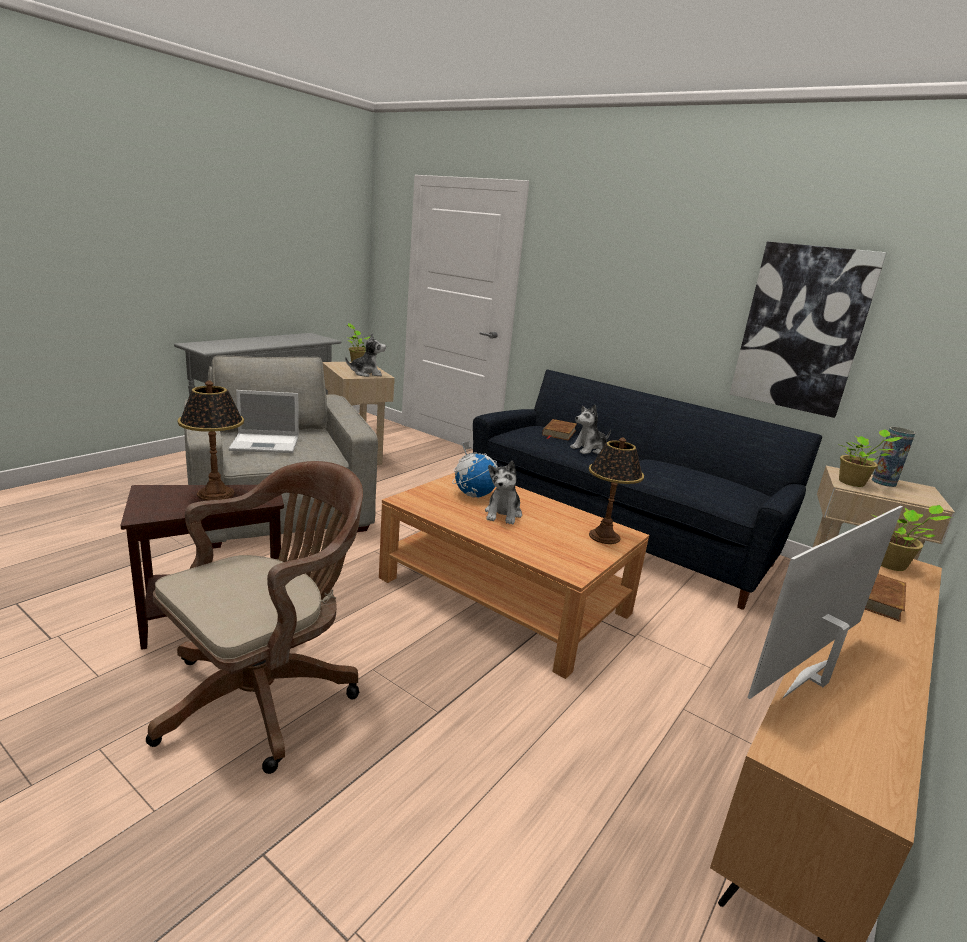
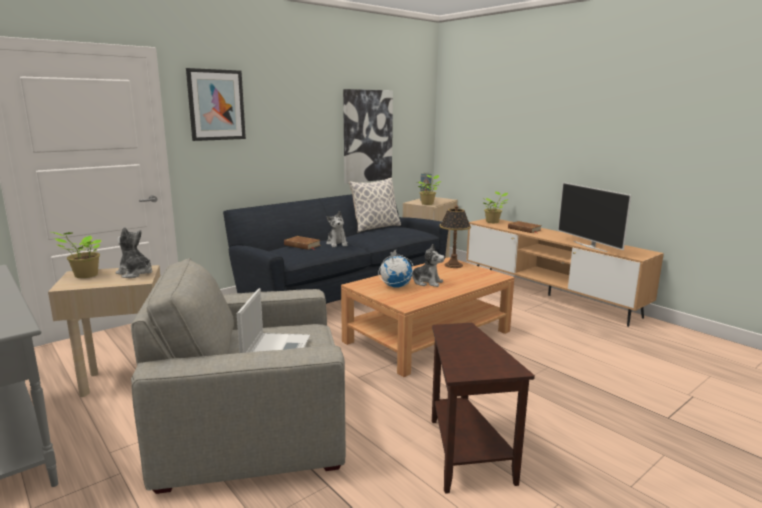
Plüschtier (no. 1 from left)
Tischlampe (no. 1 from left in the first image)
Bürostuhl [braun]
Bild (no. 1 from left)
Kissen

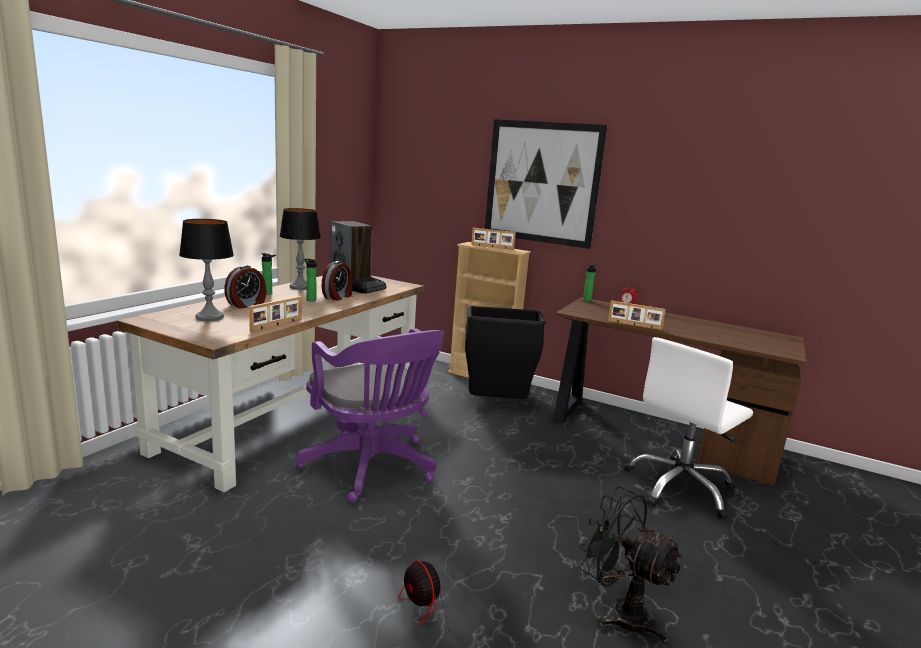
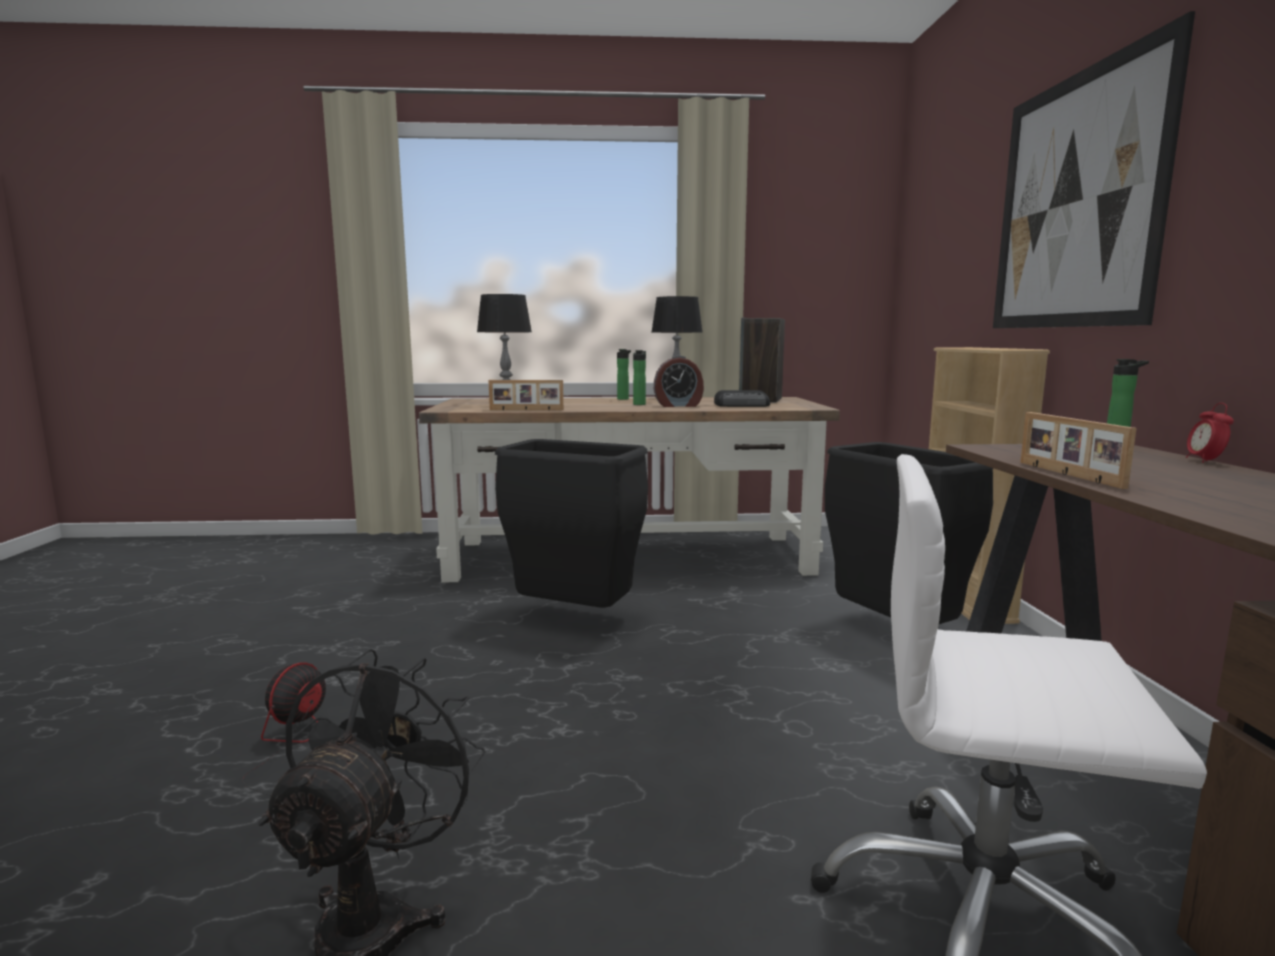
Bilderrahmen (no. 2 from left in the first image)
Wecker (no. 1 from left in the first image)
Mülleimer [schwarz] (no. 1 from left)

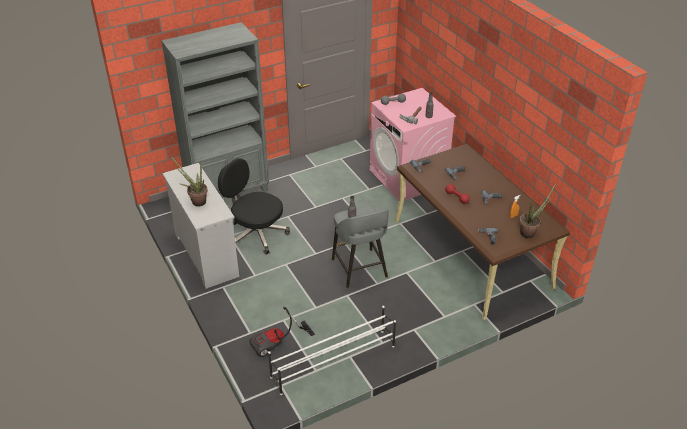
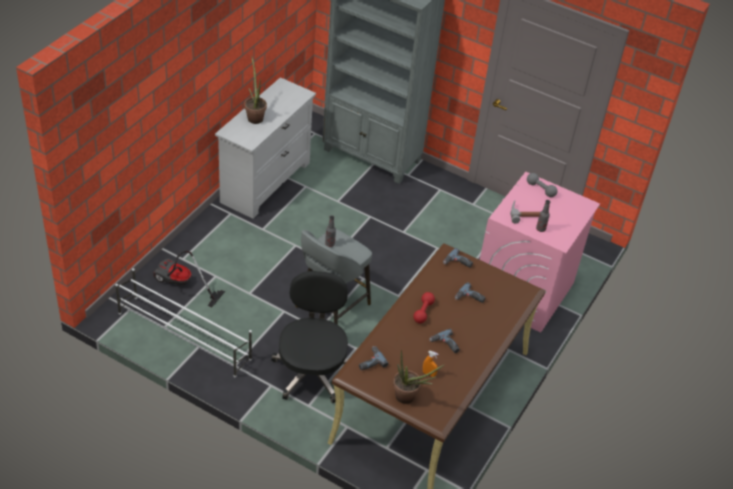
Bürostuhl [schwarz]

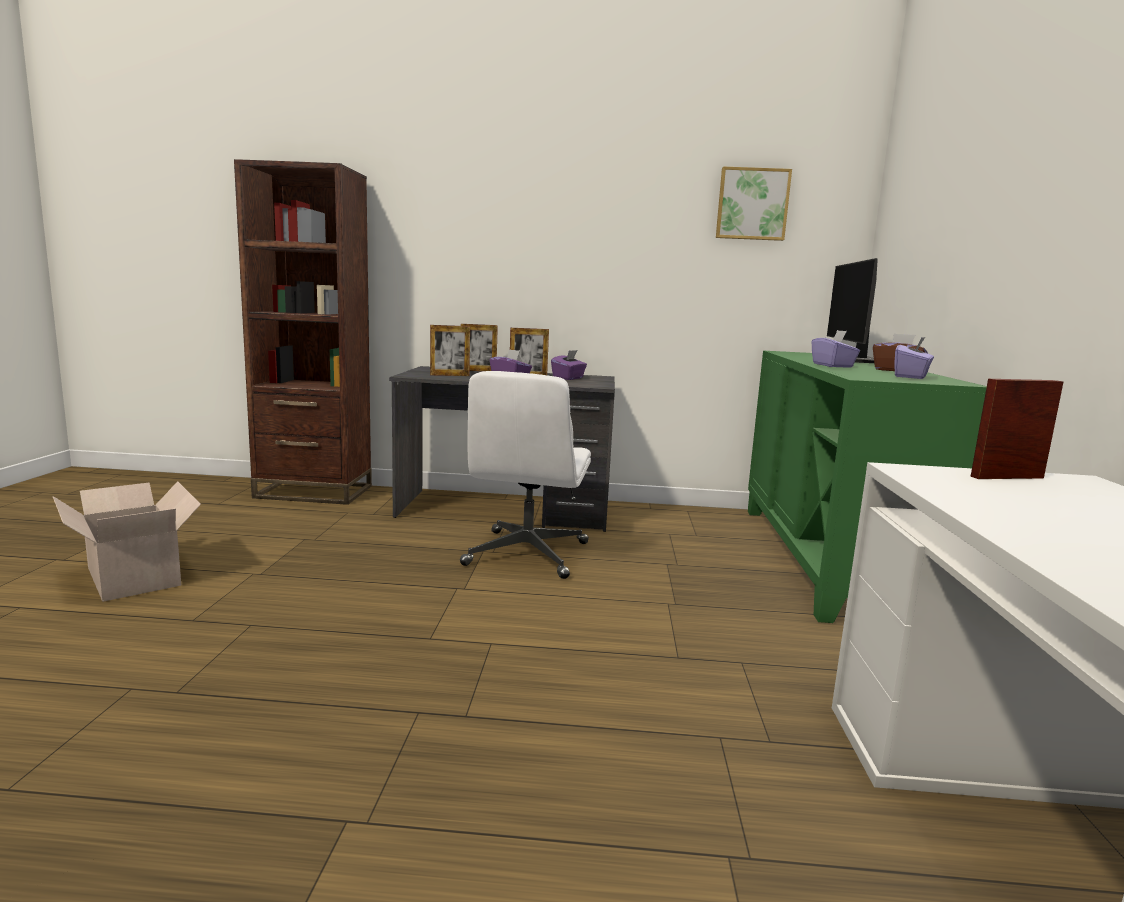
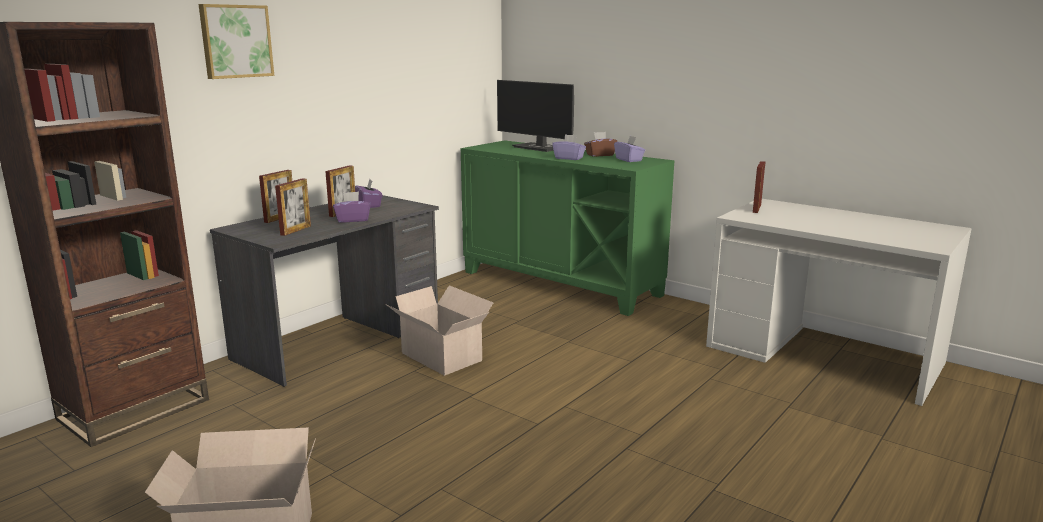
Bild
Karton (no. 2 from left)

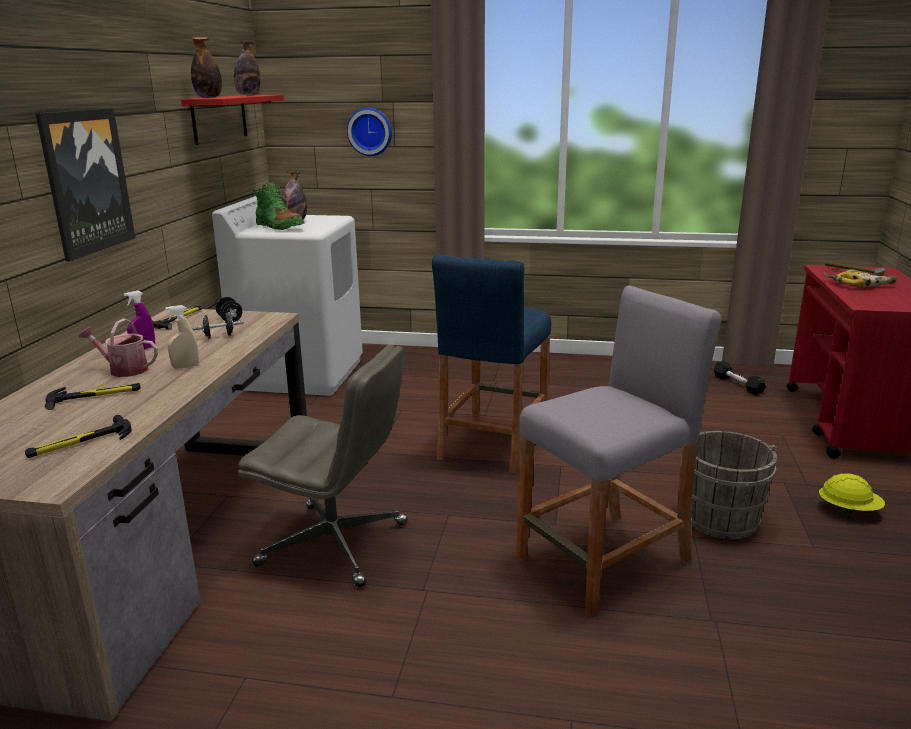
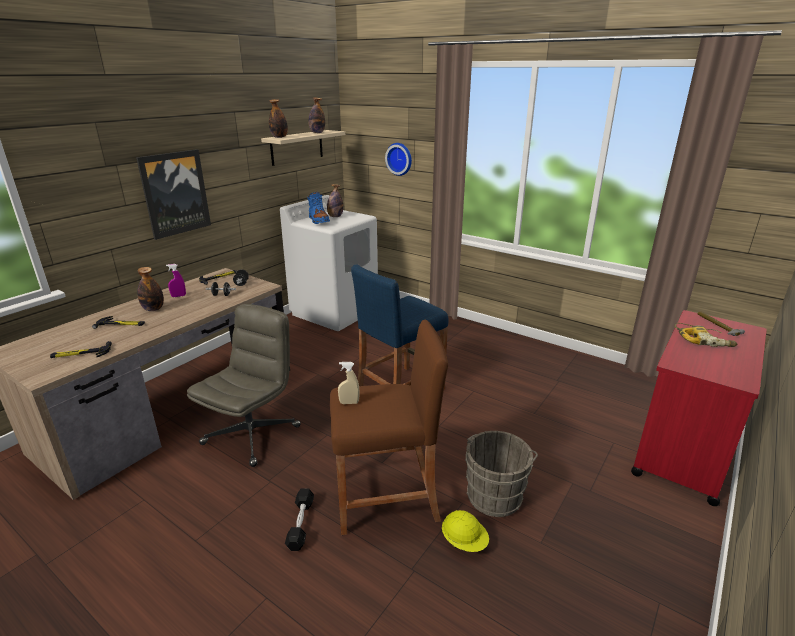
Wandregal [beige]
Stiefel [blau]
Hocker [braun]
Sprühflasche [beige]
Flasche (no. 1 from left)
Bürostuhl [grau]
Hantel [schwarz] (no. 3 from left)
Schutzhelm [gelb]

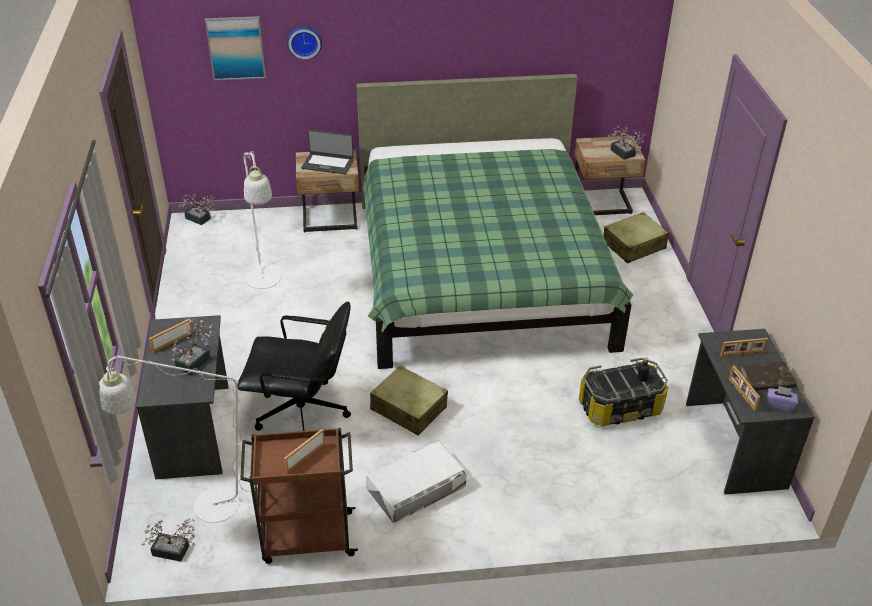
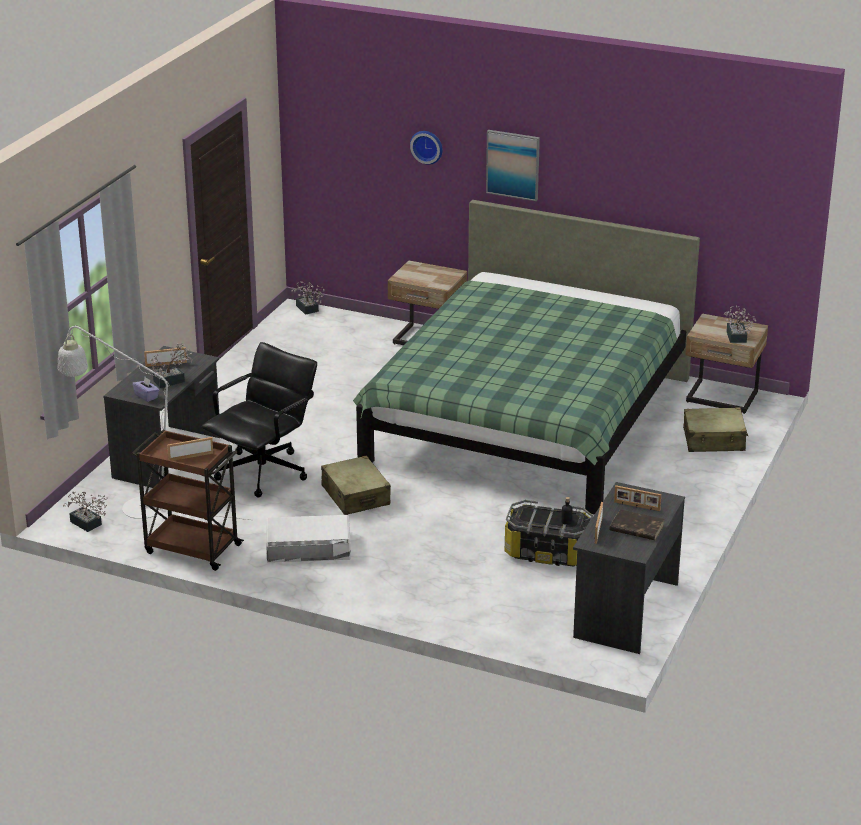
Bild
Laptop
Stehlampe [weiß] (no. 2 from left in the first image)
Bürostuhl [schwarz]
Taschentuchbox [lila]

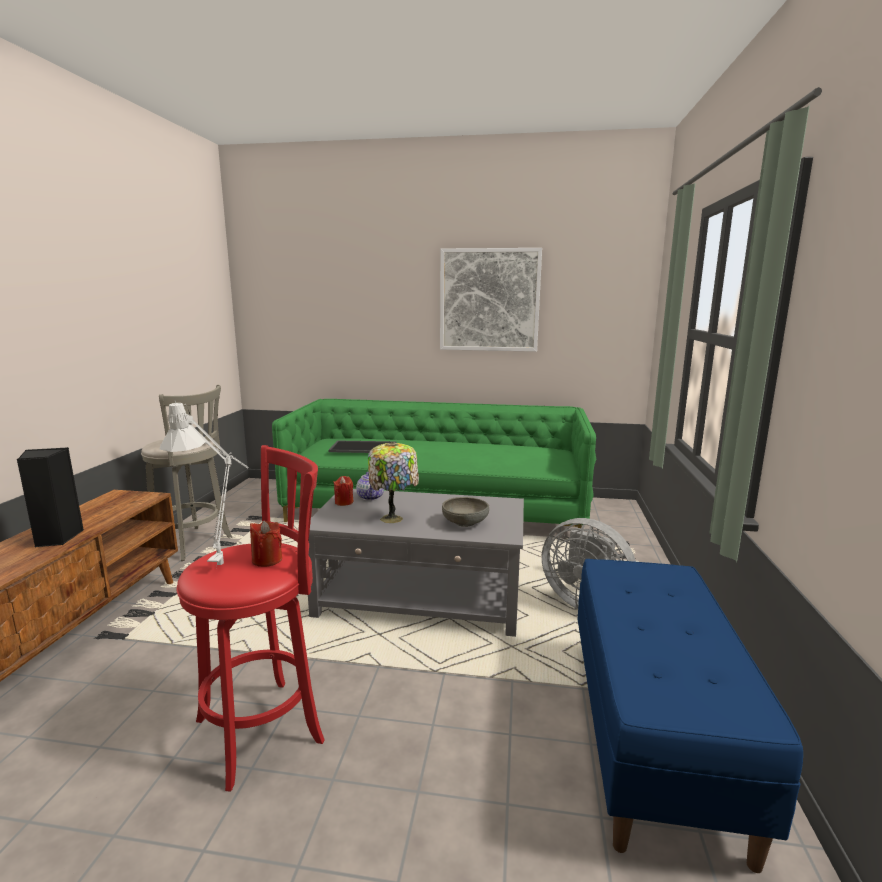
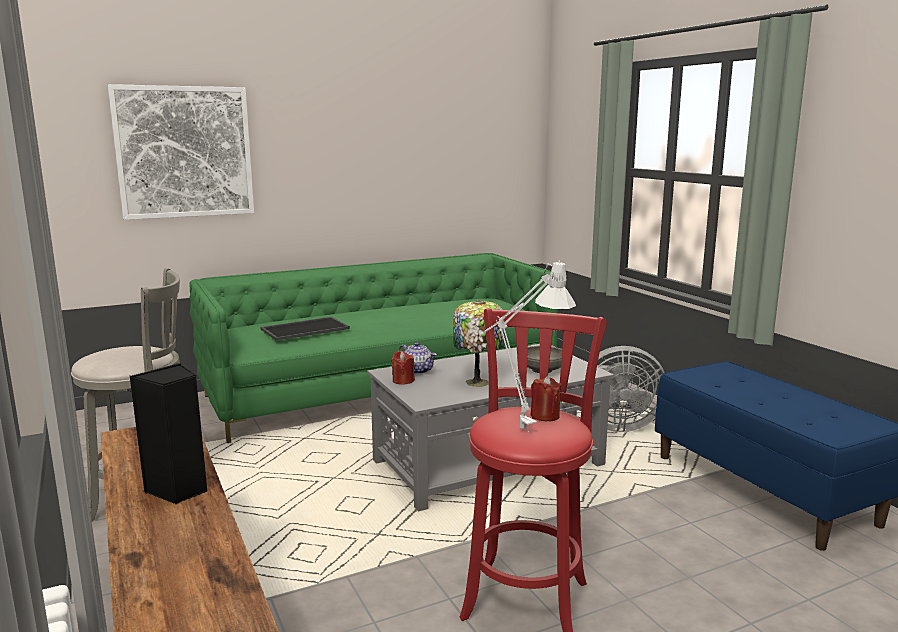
Bild

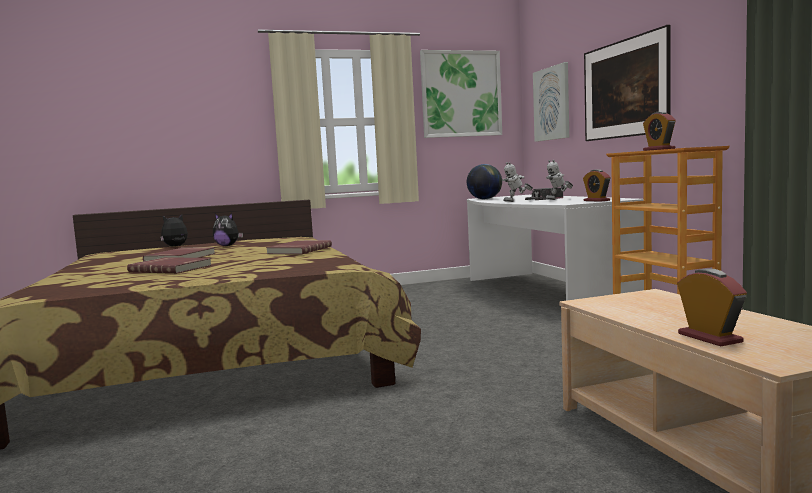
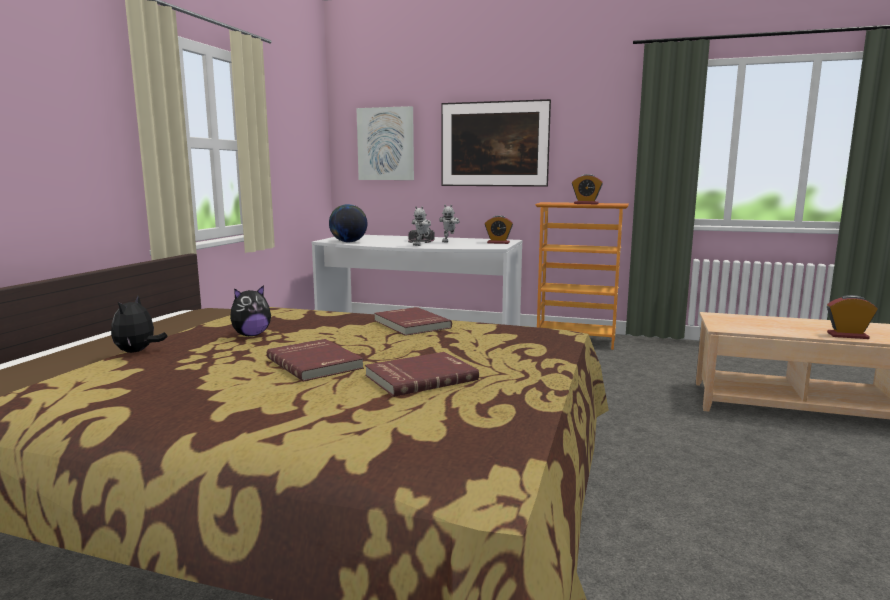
Bild (no. 1 from left in the first image)

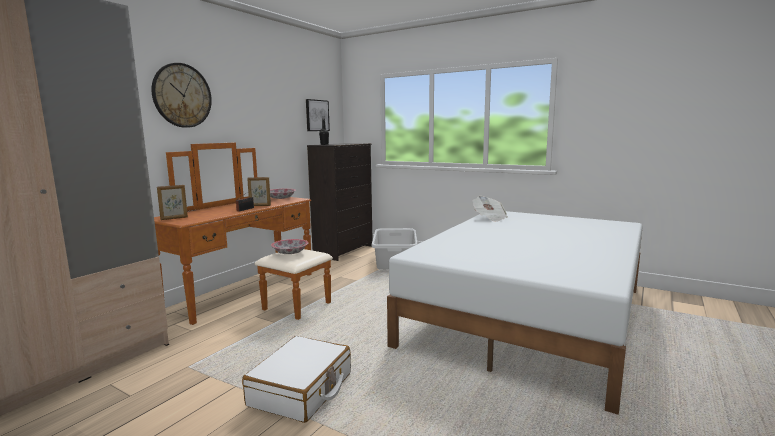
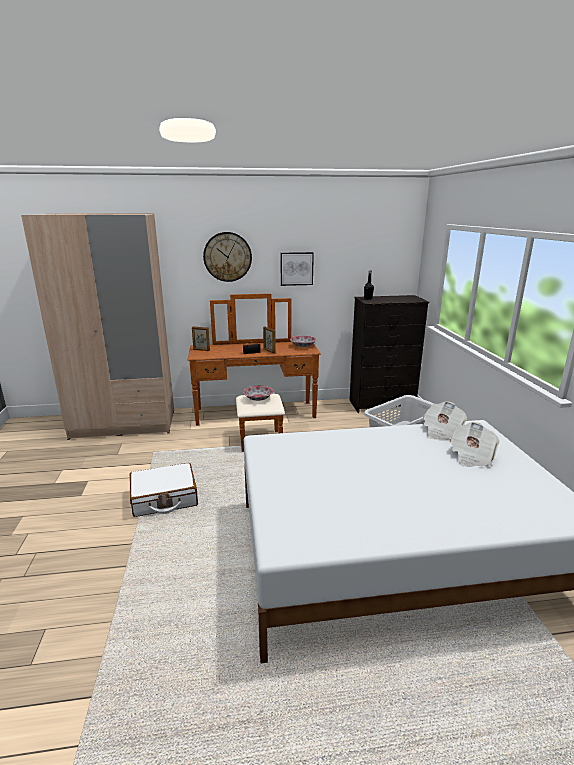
Bild
Zeitung (no. 2 from left)

